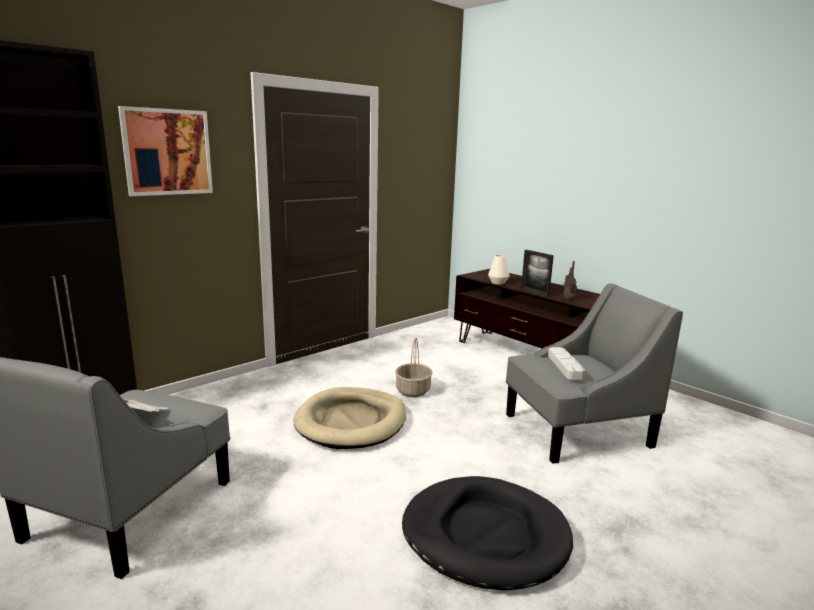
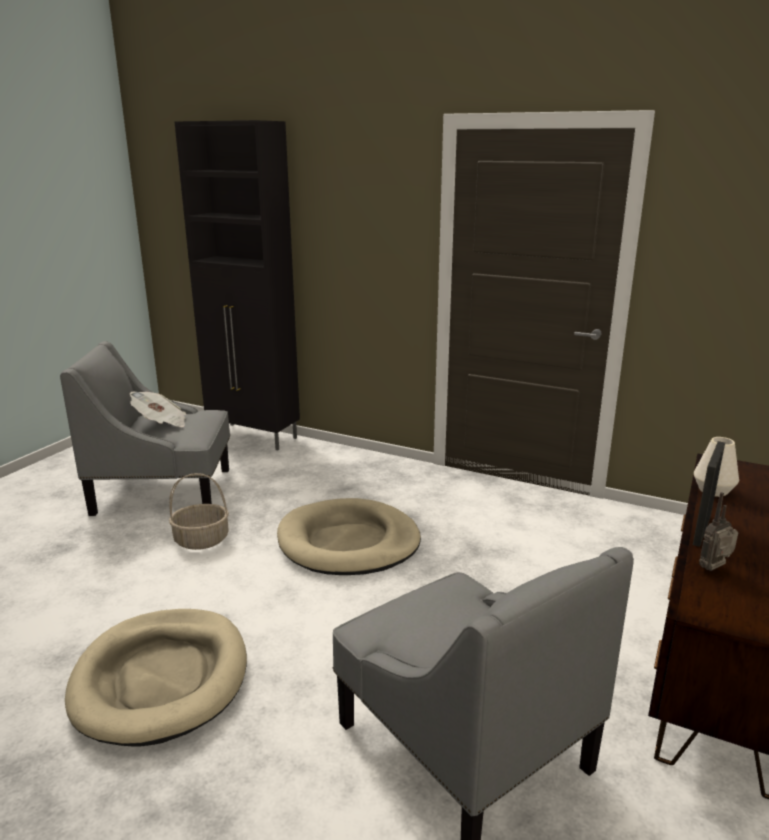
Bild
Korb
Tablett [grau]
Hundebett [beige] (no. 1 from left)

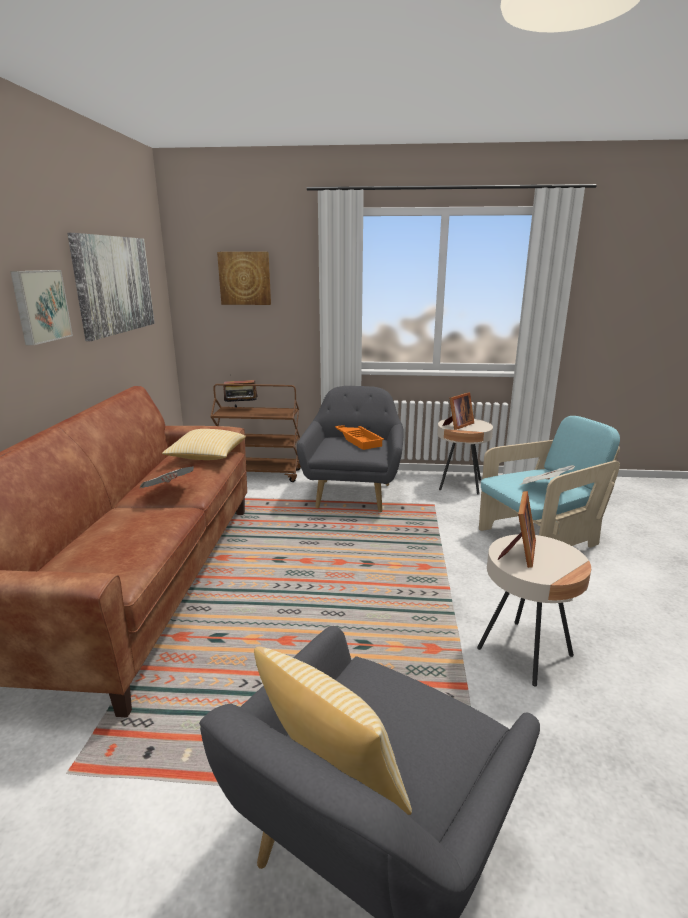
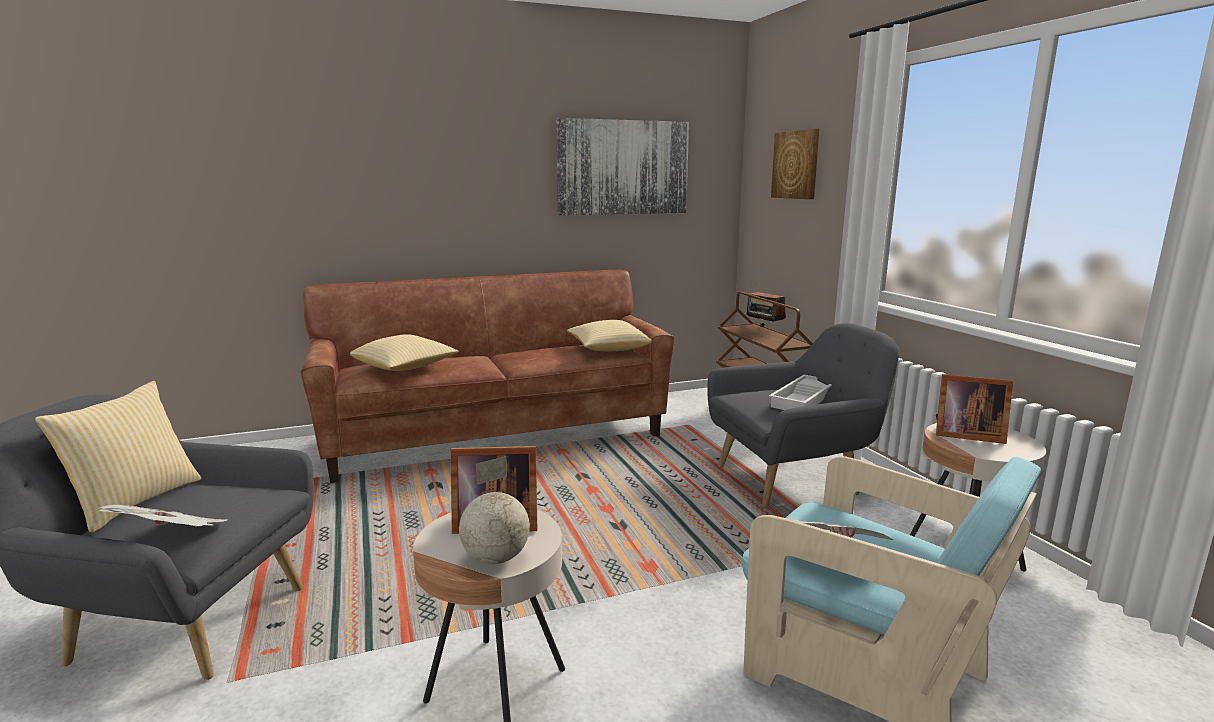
Bild (no. 1 from left in the first image)
Tablett [weiß]
Zeitung (no. 1 from left)
Kissen (no. 2 from left)
Globus

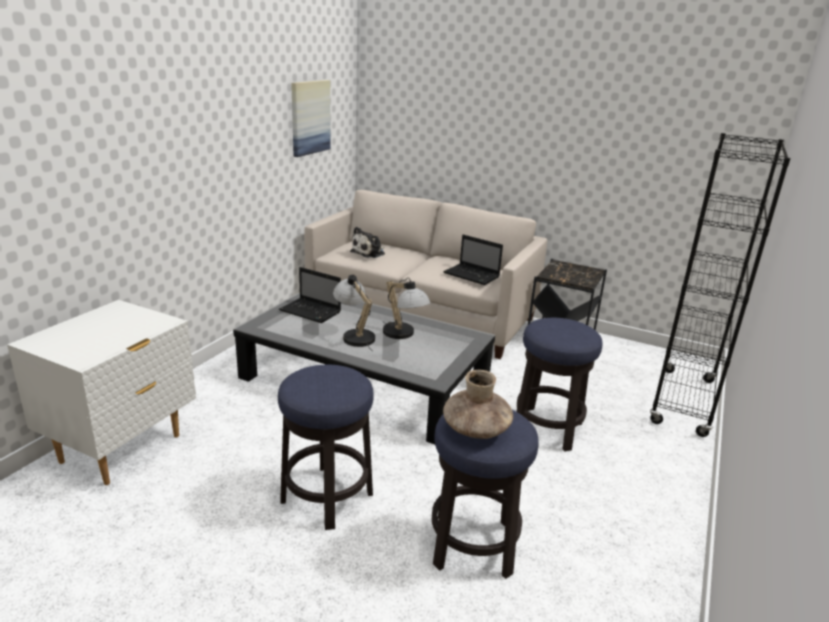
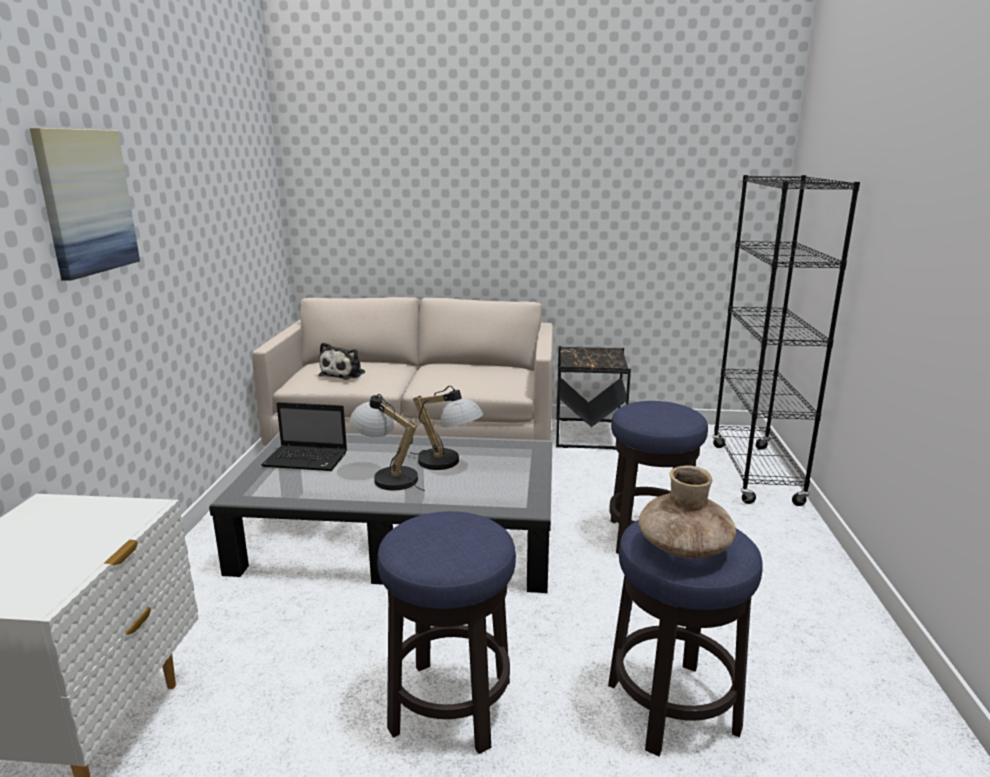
Bild
Laptop (no. 2 from left in the first image)

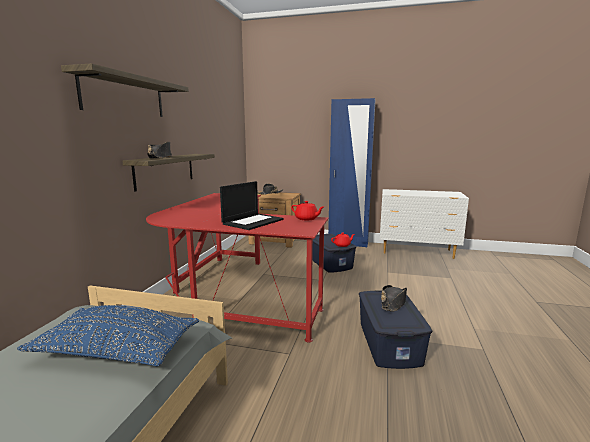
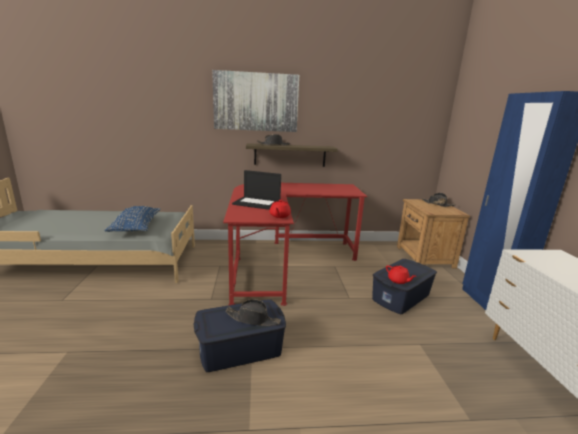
Bild

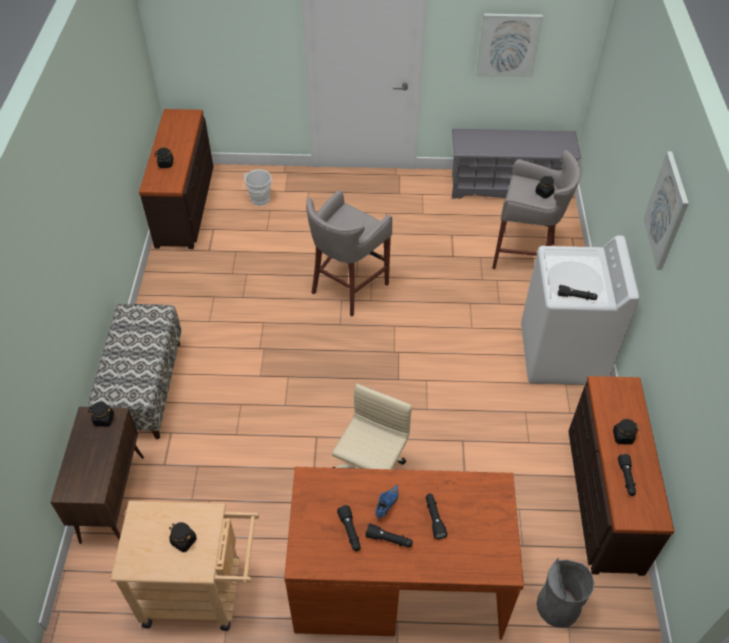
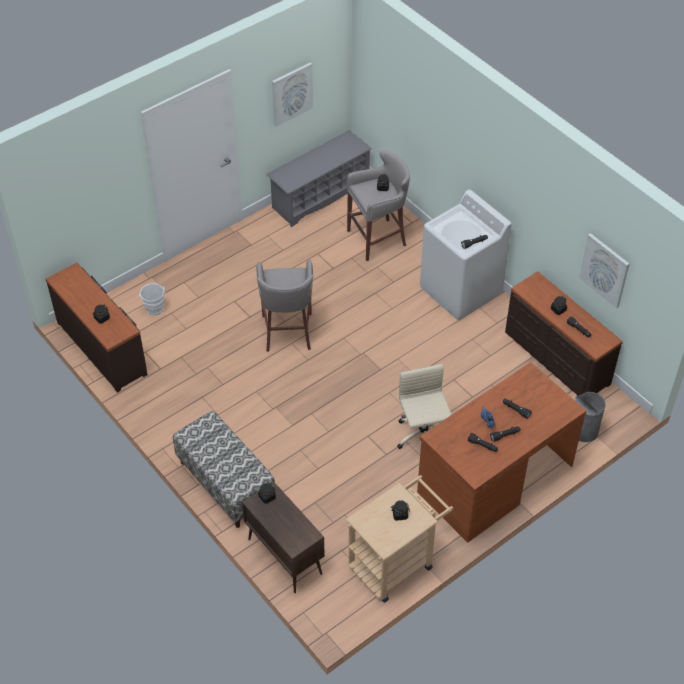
Bild (no. 2 from left)

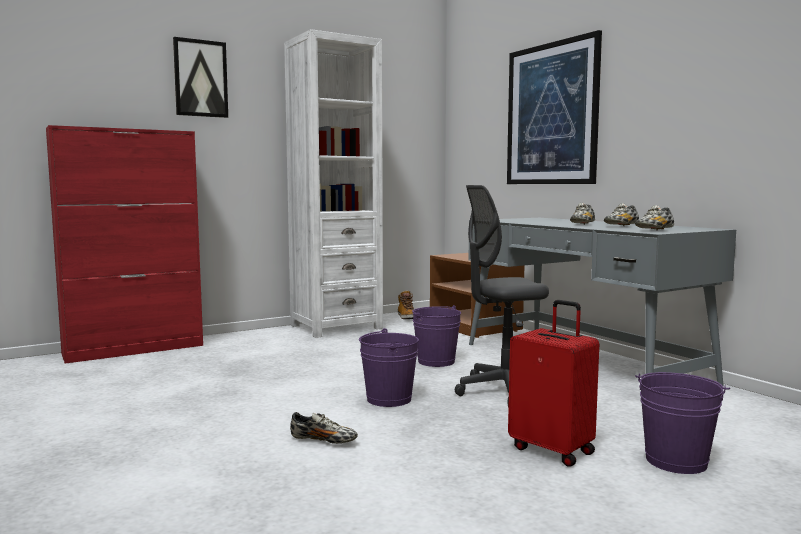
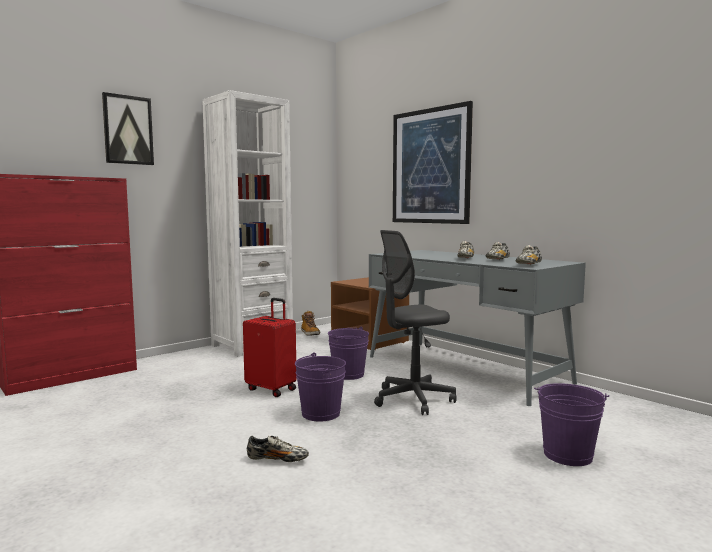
Koffer [rot]

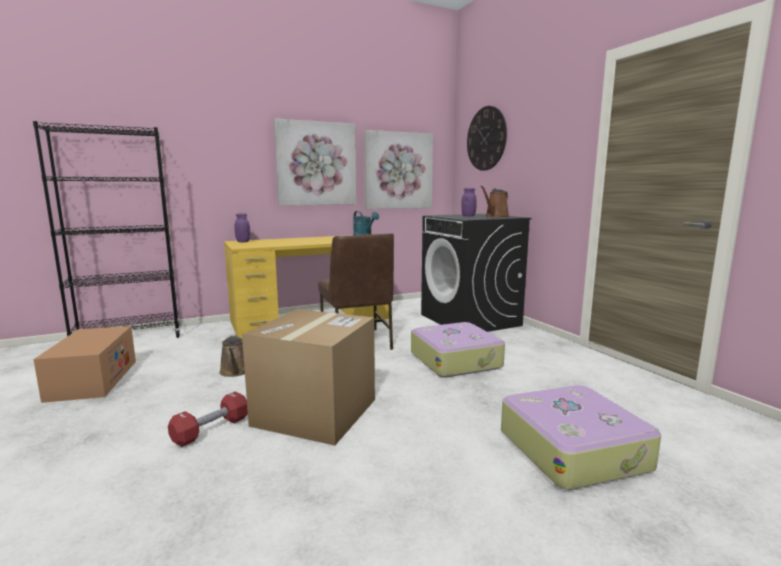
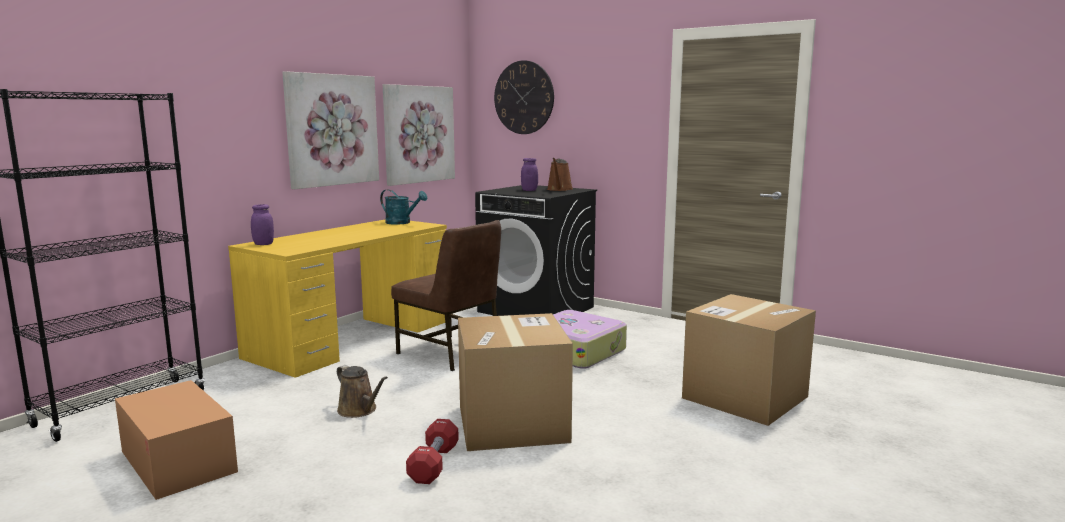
Karton (no. 3 from left)

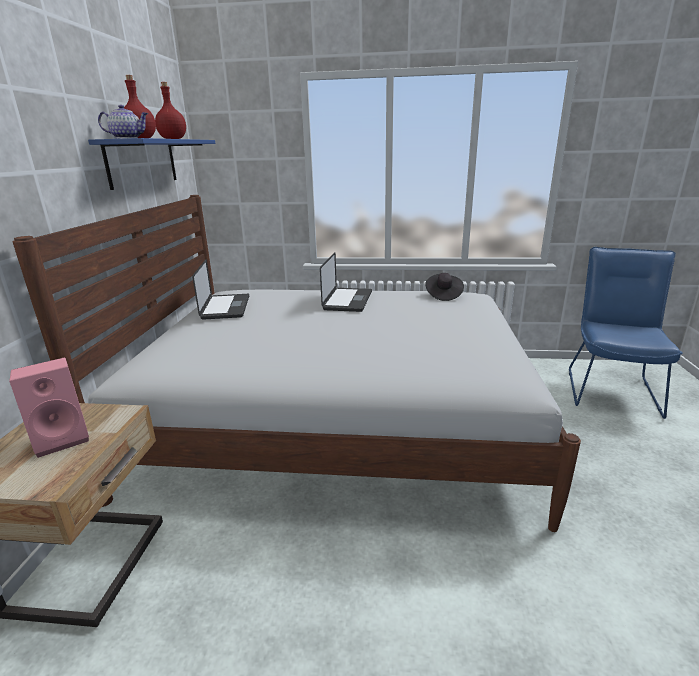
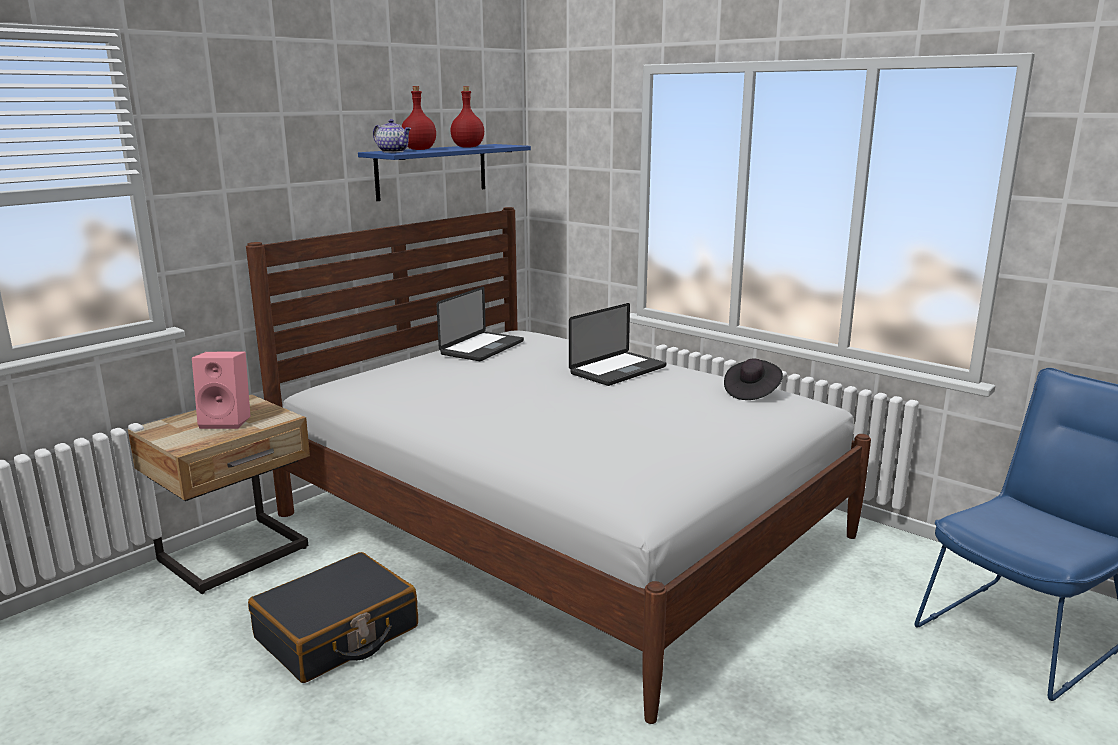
Koffer [schwarz]

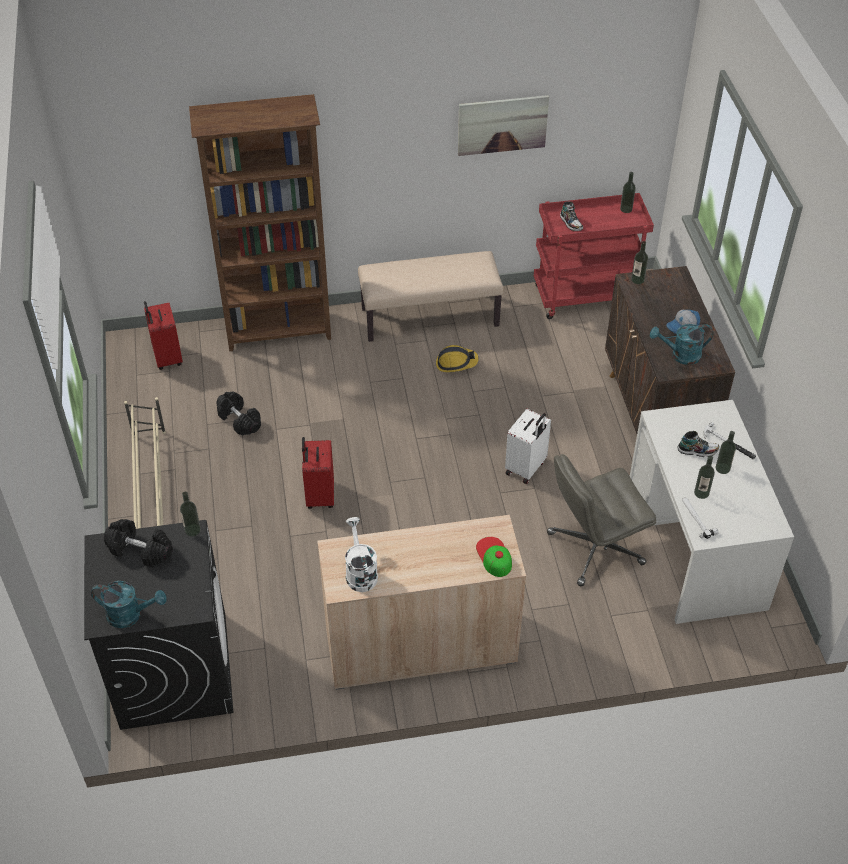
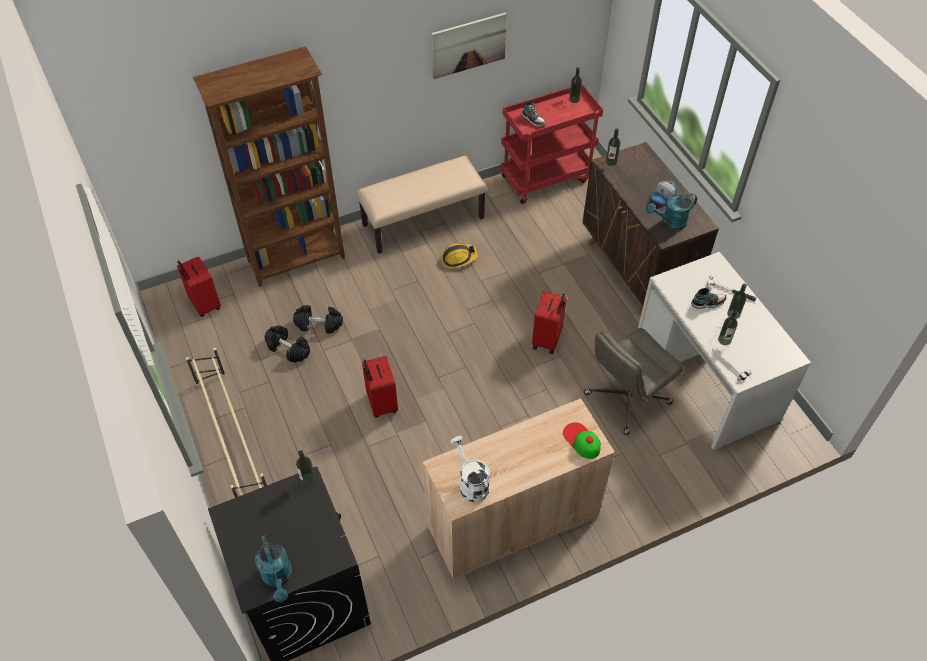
Koffer [rot] (no. 3 from left)
Hantel [schwarz] (no. 2 from left)
Gießkanne [türkis] (no. 1 from left)

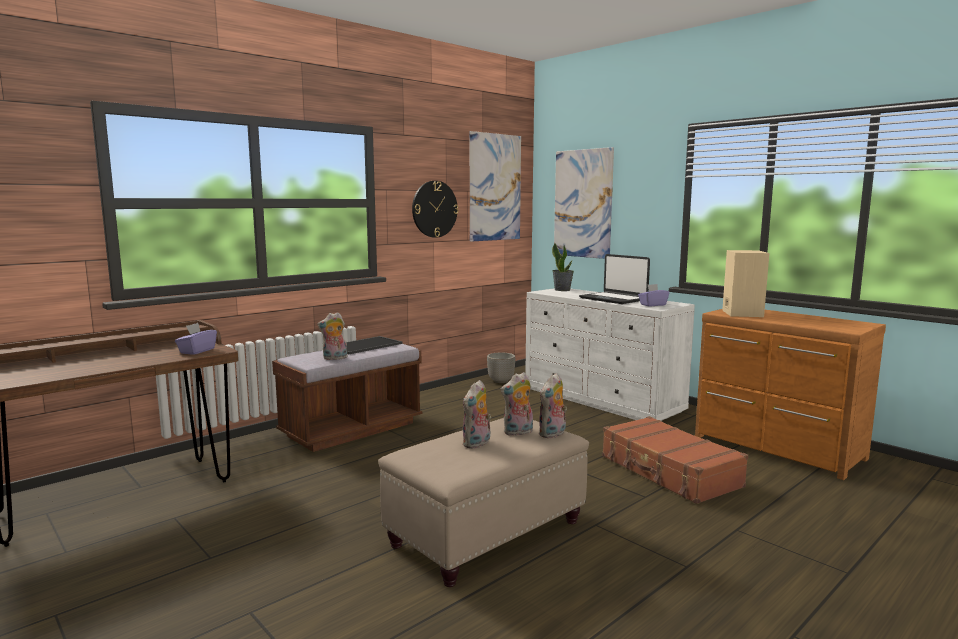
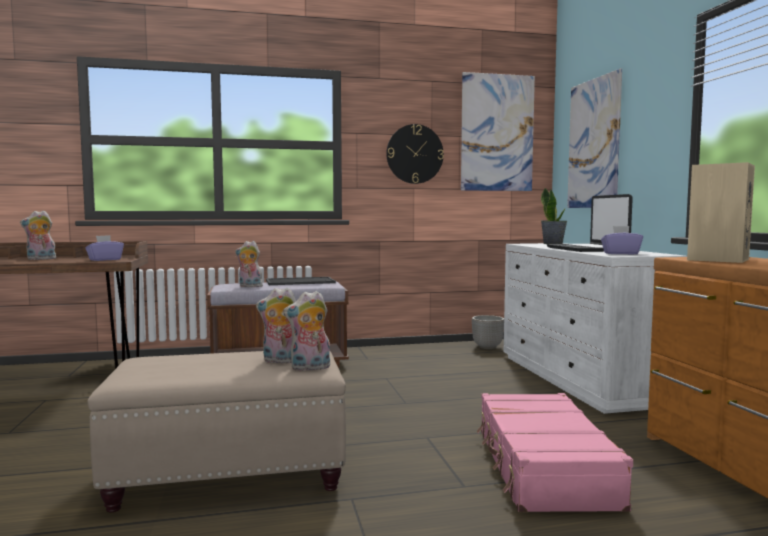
Plüschtier (no. 1 from left)
Koffer [rosa]

